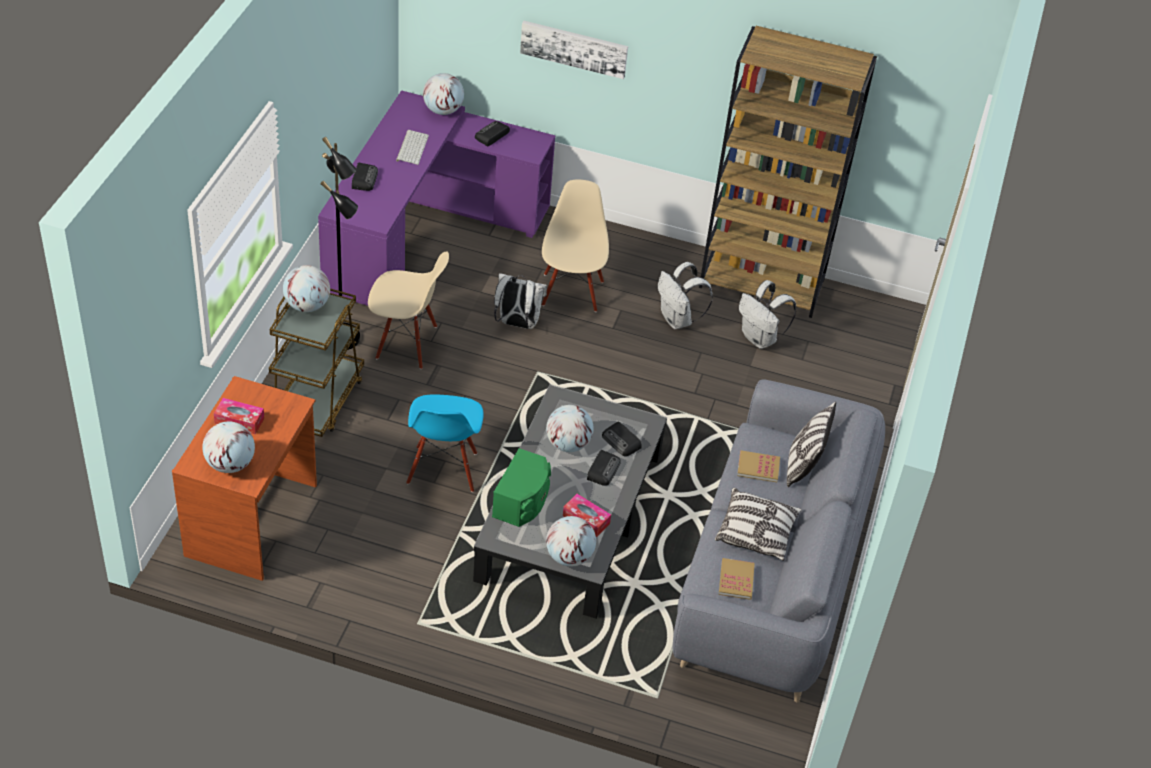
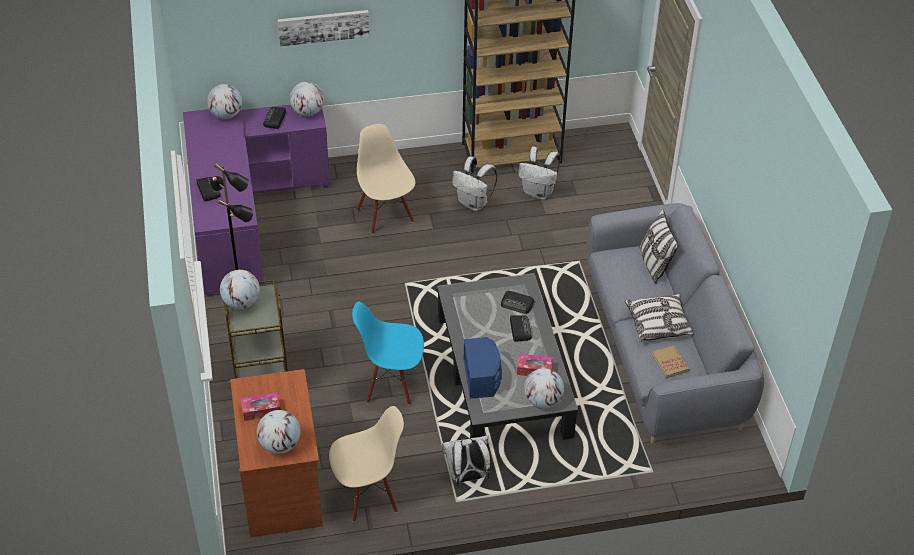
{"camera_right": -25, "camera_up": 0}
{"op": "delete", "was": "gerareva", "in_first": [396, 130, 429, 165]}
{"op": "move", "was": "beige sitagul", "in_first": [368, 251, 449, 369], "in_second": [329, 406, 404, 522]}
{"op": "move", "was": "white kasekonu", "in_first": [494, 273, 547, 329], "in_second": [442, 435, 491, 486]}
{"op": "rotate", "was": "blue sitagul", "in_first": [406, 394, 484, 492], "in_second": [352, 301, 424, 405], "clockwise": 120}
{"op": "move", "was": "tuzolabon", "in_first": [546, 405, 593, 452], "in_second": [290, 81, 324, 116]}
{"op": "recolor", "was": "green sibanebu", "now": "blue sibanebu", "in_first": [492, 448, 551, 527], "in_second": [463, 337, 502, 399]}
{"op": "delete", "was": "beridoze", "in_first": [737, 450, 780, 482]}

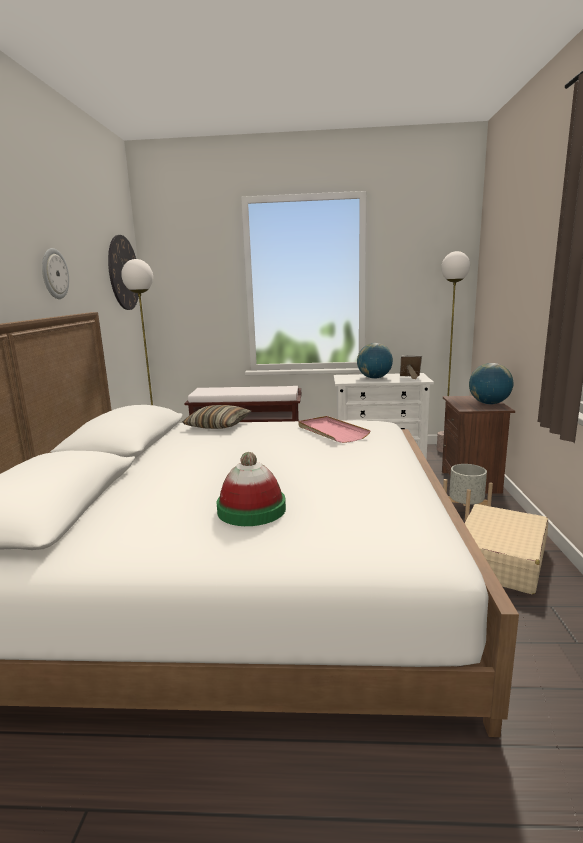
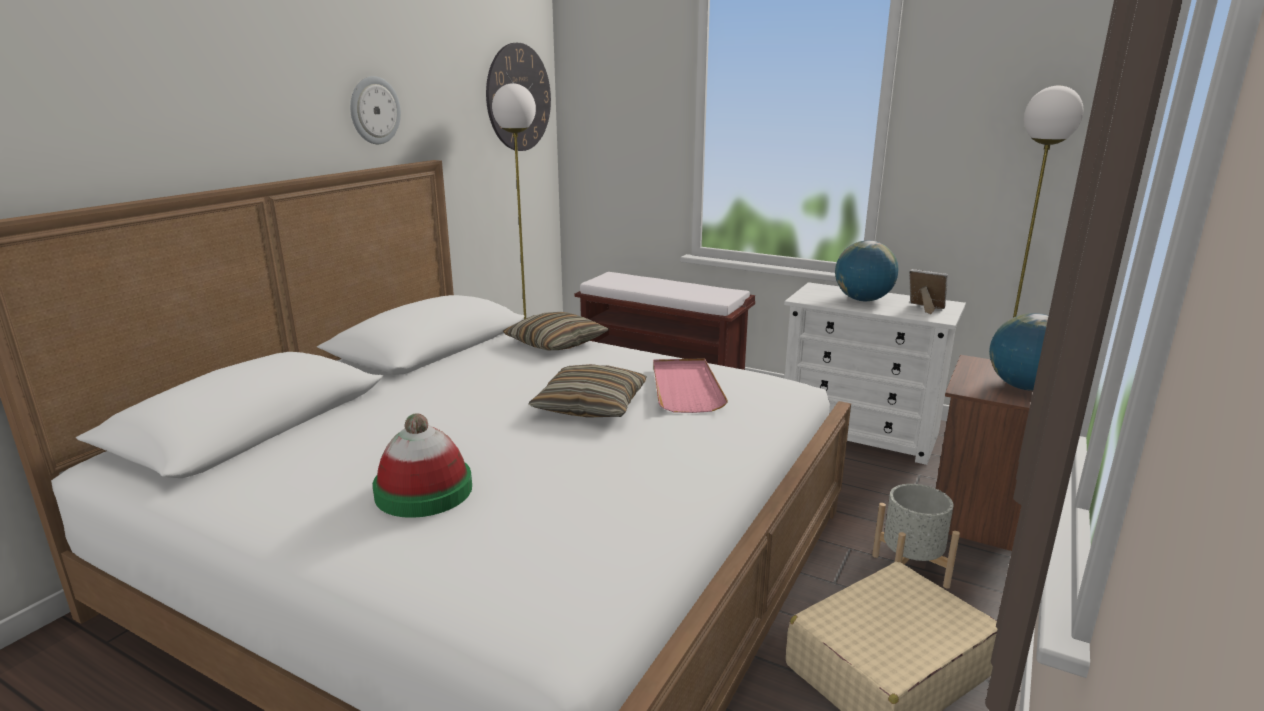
{"camera_right": 25, "camera_up": 5}
{"op": "insert", "now": "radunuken", "in_second": [529, 364, 647, 418]}

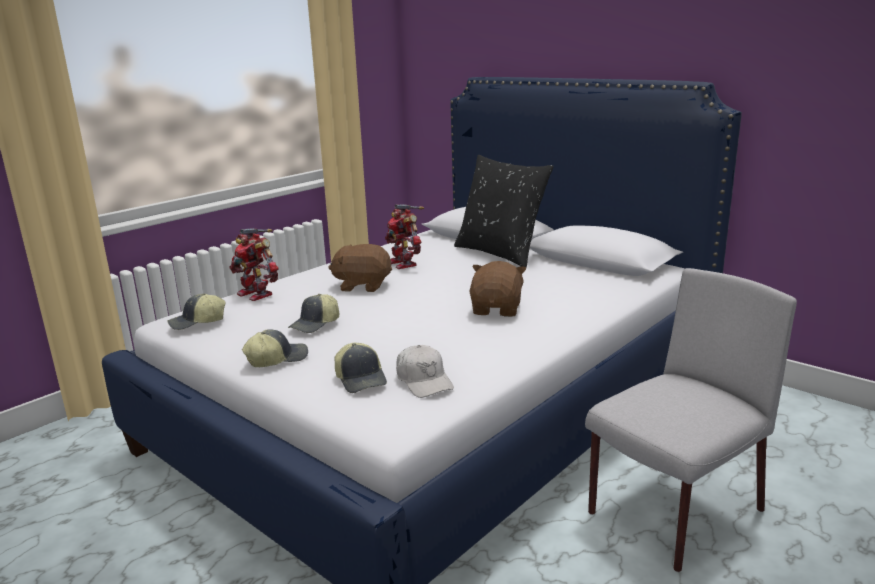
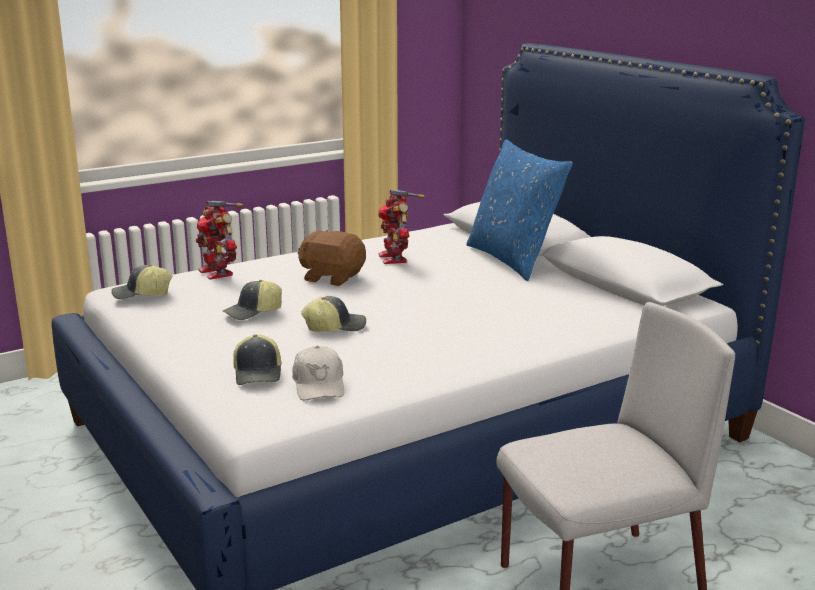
{"camera_right": 15, "camera_up": 0}
{"op": "recolor", "was": "black radunuken", "now": "blue radunuken", "in_first": [454, 155, 554, 268], "in_second": [466, 139, 573, 281]}
{"op": "delete", "was": "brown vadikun", "in_first": [469, 261, 527, 317]}
{"op": "move", "was": "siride", "in_first": [242, 329, 308, 367], "in_second": [301, 296, 366, 332]}

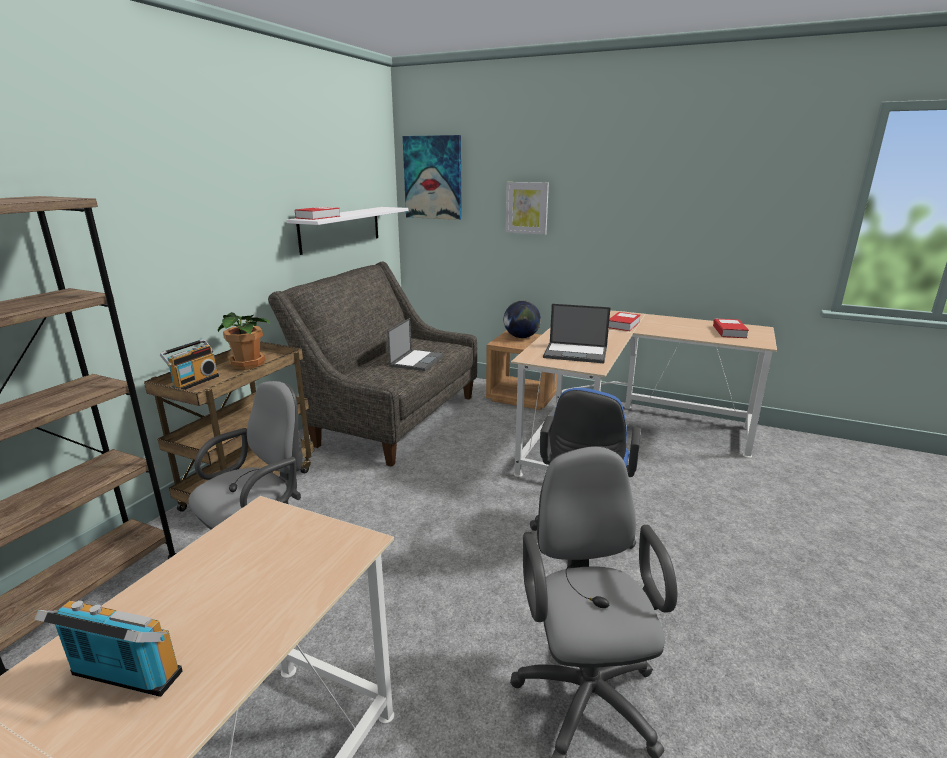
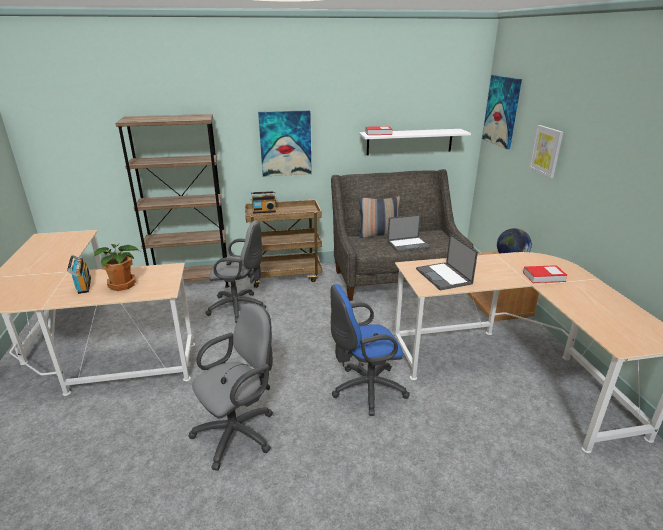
{"camera_right": 55, "camera_up": 5}
{"op": "move", "was": "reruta", "in_first": [218, 312, 270, 370], "in_second": [94, 244, 140, 291]}
{"op": "delete", "was": "beridoze", "in_first": [713, 319, 749, 338]}
{"op": "insert", "now": "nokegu", "in_second": [258, 110, 312, 177]}
{"op": "insert", "now": "radunuken", "in_second": [359, 196, 400, 238]}

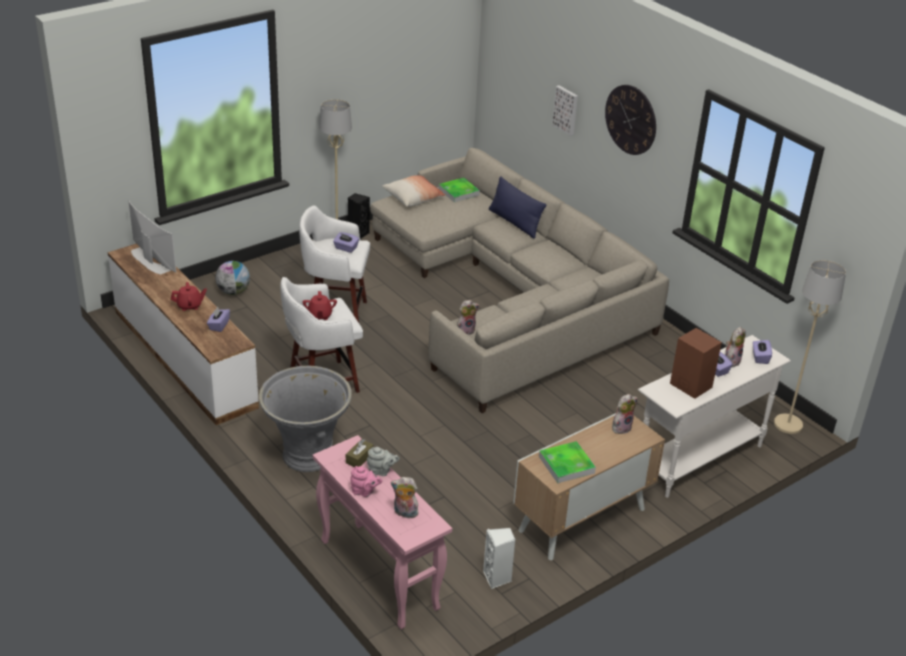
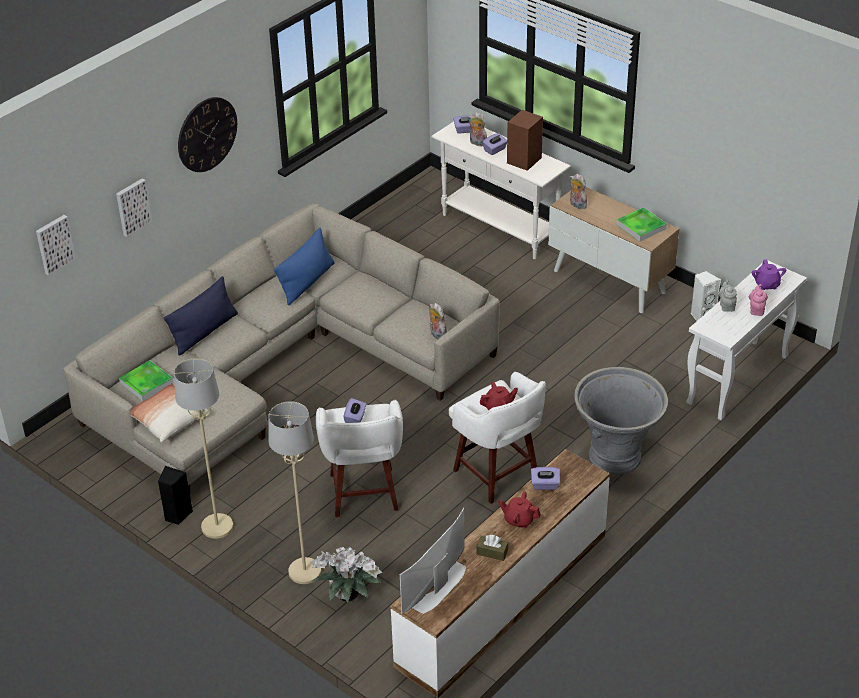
{"camera_right": -100, "camera_up": 5}
{"op": "move", "was": "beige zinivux", "in_first": [774, 260, 846, 434], "in_second": [268, 401, 321, 584]}
{"op": "replace", "was": "tuzolabon", "now": "reruta", "in_first": [215, 261, 250, 295], "in_second": [311, 547, 382, 603]}
{"op": "rotate", "was": "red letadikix", "in_first": [171, 282, 207, 311], "in_second": [498, 491, 541, 528], "clockwise": -45}
{"op": "recolor", "was": "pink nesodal", "now": "white nesodal", "in_first": [313, 435, 452, 629], "in_second": [686, 260, 807, 420]}
{"op": "move", "was": "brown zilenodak", "in_first": [346, 439, 374, 467], "in_second": [476, 535, 508, 561]}
{"op": "replace", "was": "vadikun", "now": "purple letadikix", "in_first": [391, 477, 419, 518], "in_second": [752, 260, 786, 290]}
{"op": "insert", "now": "nokegu", "in_second": [36, 215, 76, 276]}
{"op": "insert", "now": "blue radunuken", "in_second": [274, 228, 335, 306]}

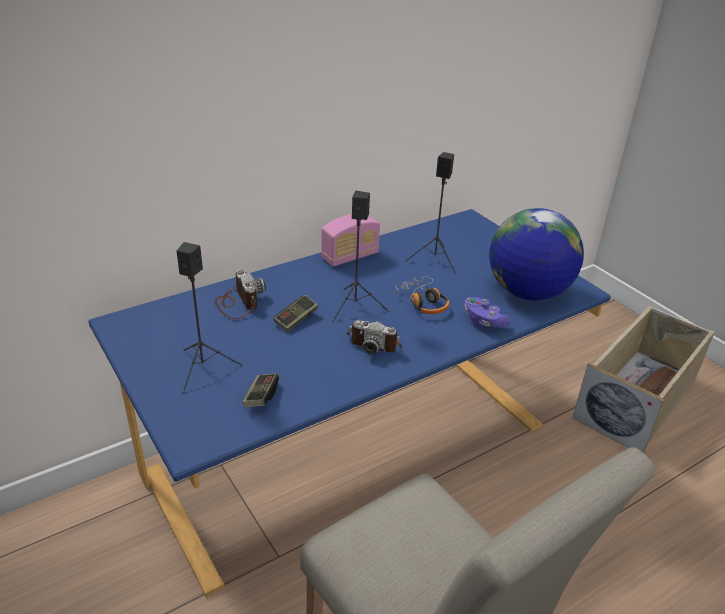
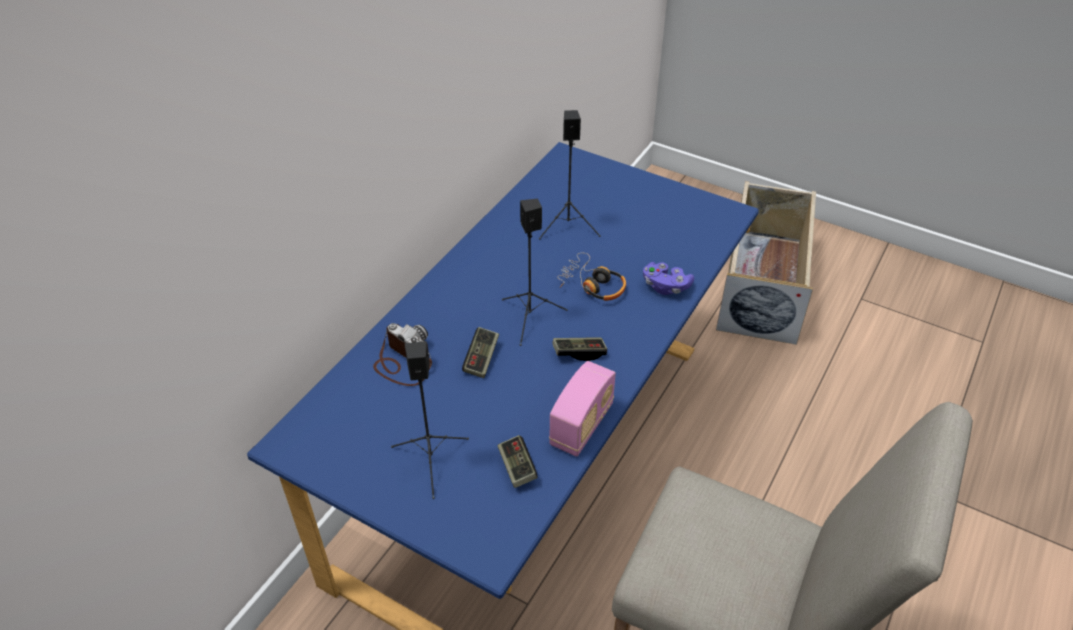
{"camera_right": -25, "camera_up": 10}
{"op": "delete", "was": "tuzolabon", "in_first": [489, 208, 584, 300]}
{"op": "move", "was": "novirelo", "in_first": [321, 214, 380, 267], "in_second": [549, 361, 616, 456]}
{"op": "replace", "was": "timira", "now": "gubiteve", "in_first": [346, 320, 402, 354], "in_second": [552, 337, 607, 361]}

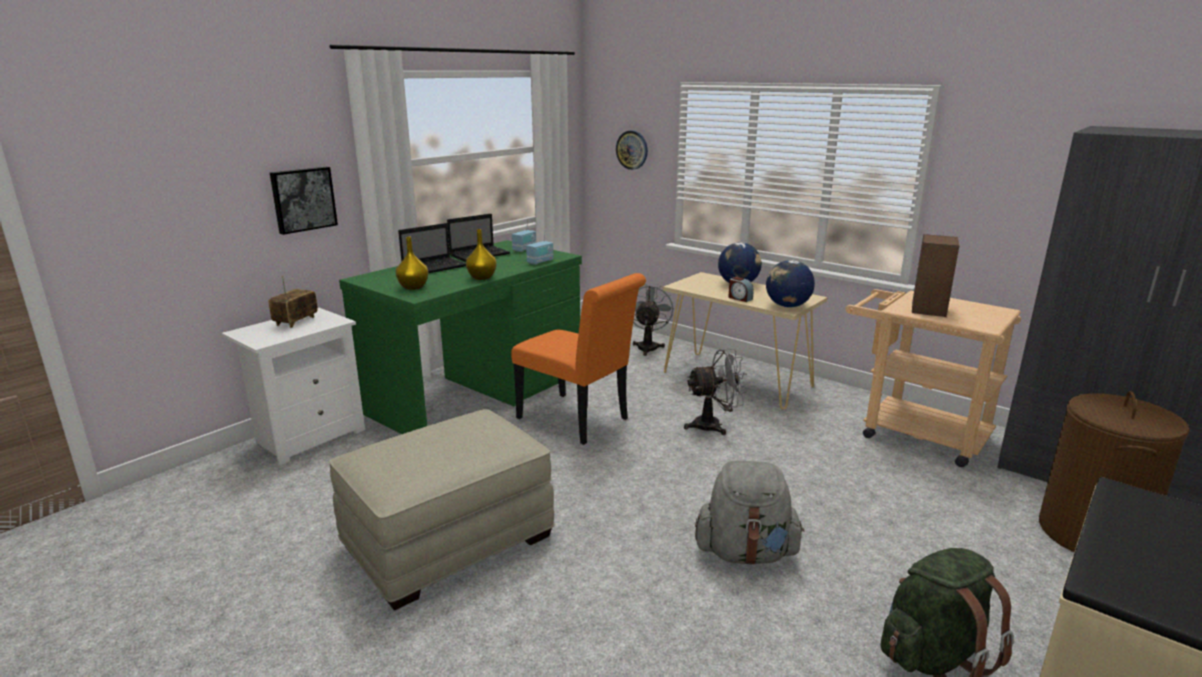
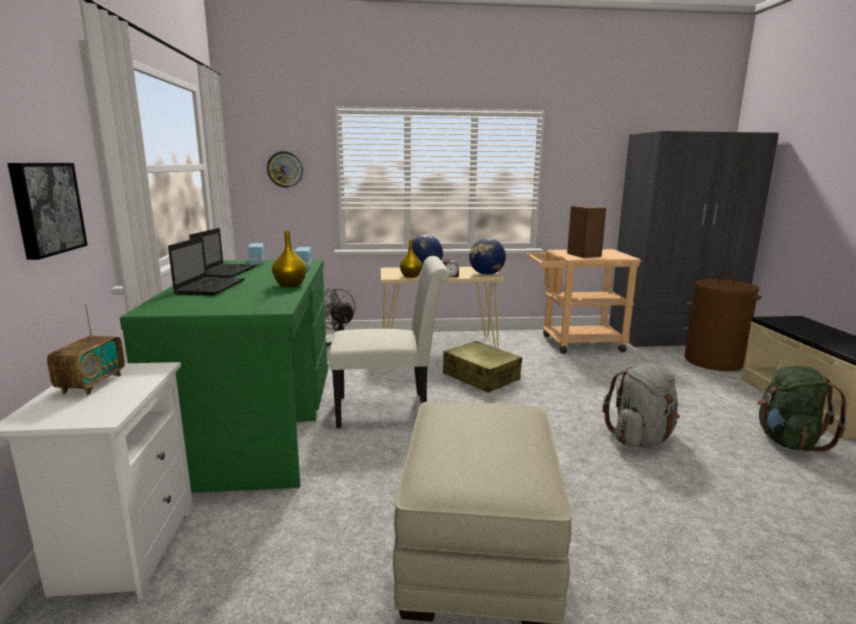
{"camera_right": -45, "camera_up": -5}
{"op": "move", "was": "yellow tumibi", "in_first": [396, 237, 428, 290], "in_second": [400, 240, 422, 278]}
{"op": "recolor", "was": "orange sitagul", "now": "white sitagul", "in_first": [511, 273, 646, 445], "in_second": [329, 256, 450, 428]}
{"op": "rotate", "was": "novirelo", "in_first": [269, 276, 318, 328], "in_second": [47, 304, 125, 395], "clockwise": -150}
{"op": "replace", "was": "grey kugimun", "now": "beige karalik", "in_first": [684, 349, 747, 435], "in_second": [443, 341, 522, 393]}

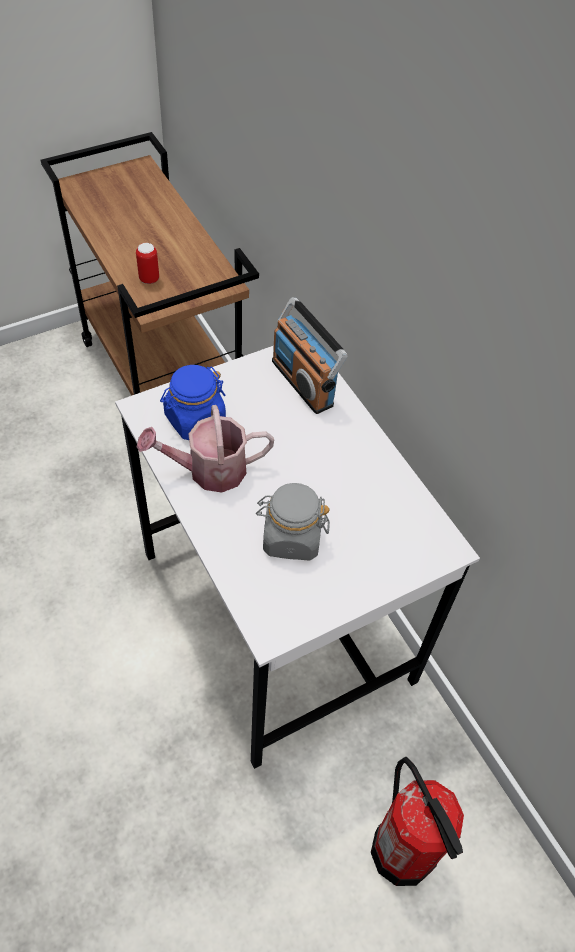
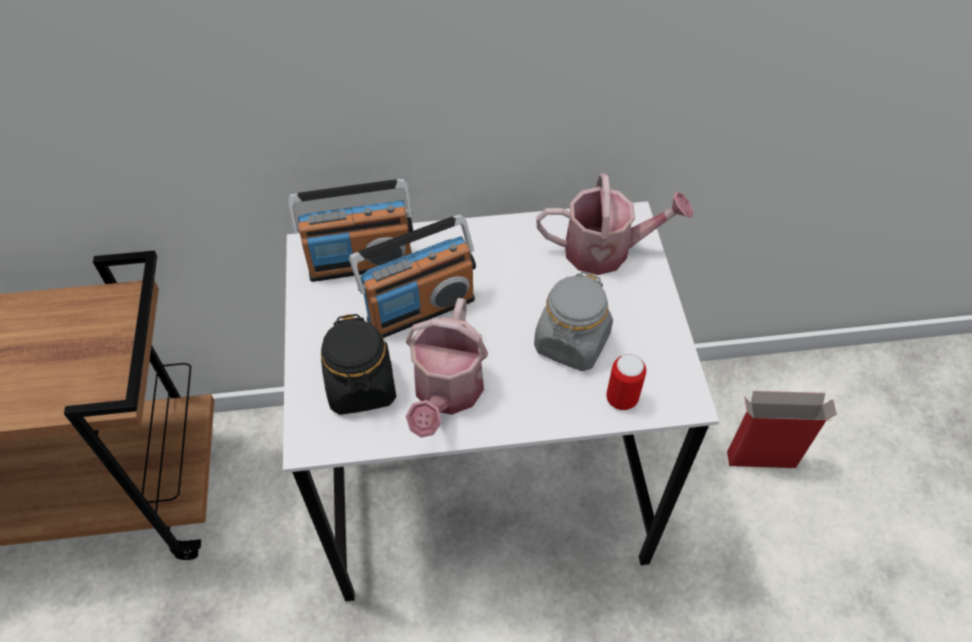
{"camera_right": -65, "camera_up": 0}
{"op": "move", "was": "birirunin", "in_first": [136, 243, 159, 284], "in_second": [606, 354, 646, 410]}
{"op": "recolor", "was": "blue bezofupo", "now": "black bezofupo", "in_first": [160, 365, 226, 440], "in_second": [321, 314, 396, 415]}
{"op": "replace", "was": "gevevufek", "now": "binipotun", "in_first": [371, 757, 464, 886], "in_second": [727, 391, 837, 468]}
{"op": "insert", "now": "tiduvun", "in_second": [536, 173, 693, 275]}
{"op": "insert", "now": "novirelo", "in_second": [349, 214, 476, 338]}

